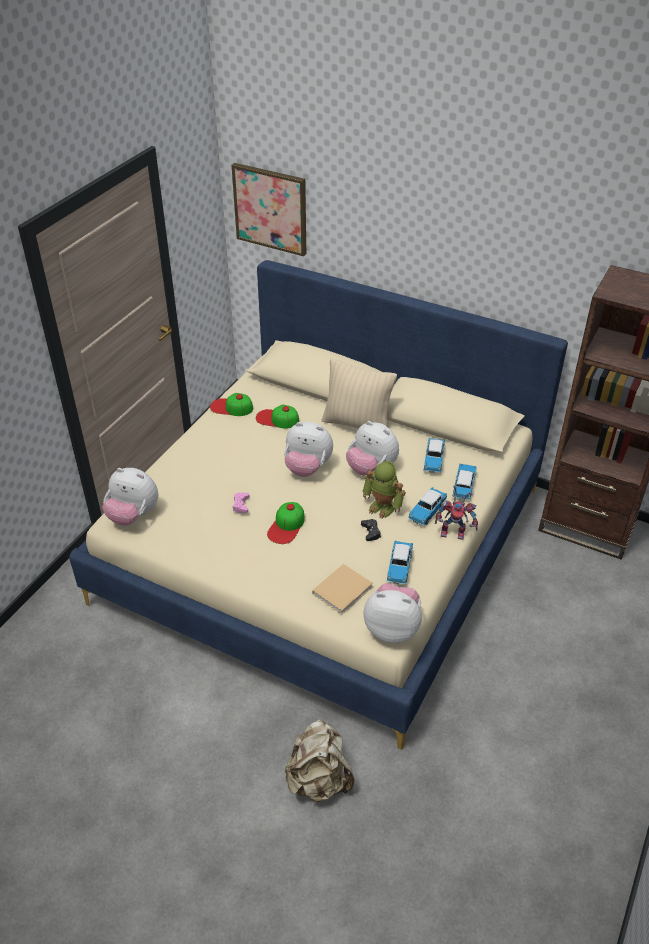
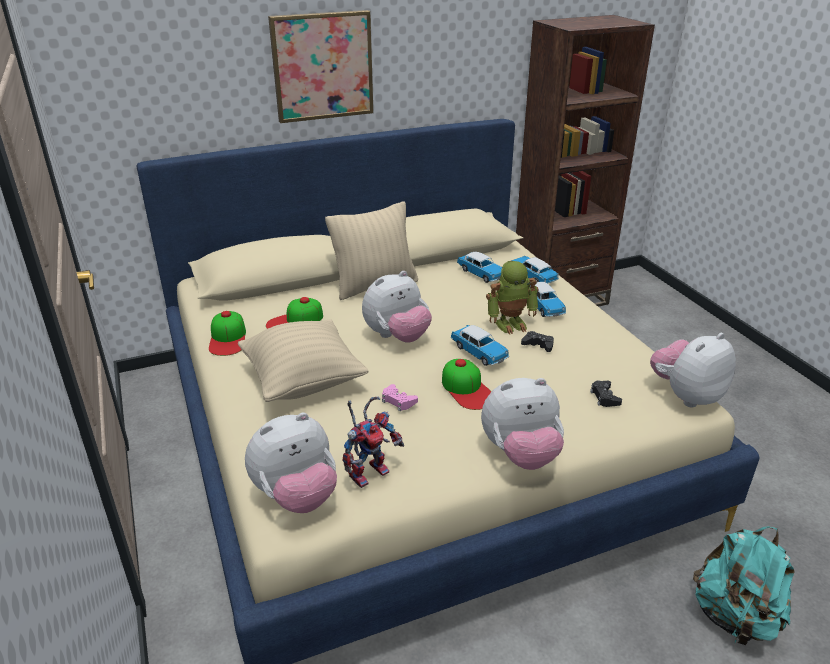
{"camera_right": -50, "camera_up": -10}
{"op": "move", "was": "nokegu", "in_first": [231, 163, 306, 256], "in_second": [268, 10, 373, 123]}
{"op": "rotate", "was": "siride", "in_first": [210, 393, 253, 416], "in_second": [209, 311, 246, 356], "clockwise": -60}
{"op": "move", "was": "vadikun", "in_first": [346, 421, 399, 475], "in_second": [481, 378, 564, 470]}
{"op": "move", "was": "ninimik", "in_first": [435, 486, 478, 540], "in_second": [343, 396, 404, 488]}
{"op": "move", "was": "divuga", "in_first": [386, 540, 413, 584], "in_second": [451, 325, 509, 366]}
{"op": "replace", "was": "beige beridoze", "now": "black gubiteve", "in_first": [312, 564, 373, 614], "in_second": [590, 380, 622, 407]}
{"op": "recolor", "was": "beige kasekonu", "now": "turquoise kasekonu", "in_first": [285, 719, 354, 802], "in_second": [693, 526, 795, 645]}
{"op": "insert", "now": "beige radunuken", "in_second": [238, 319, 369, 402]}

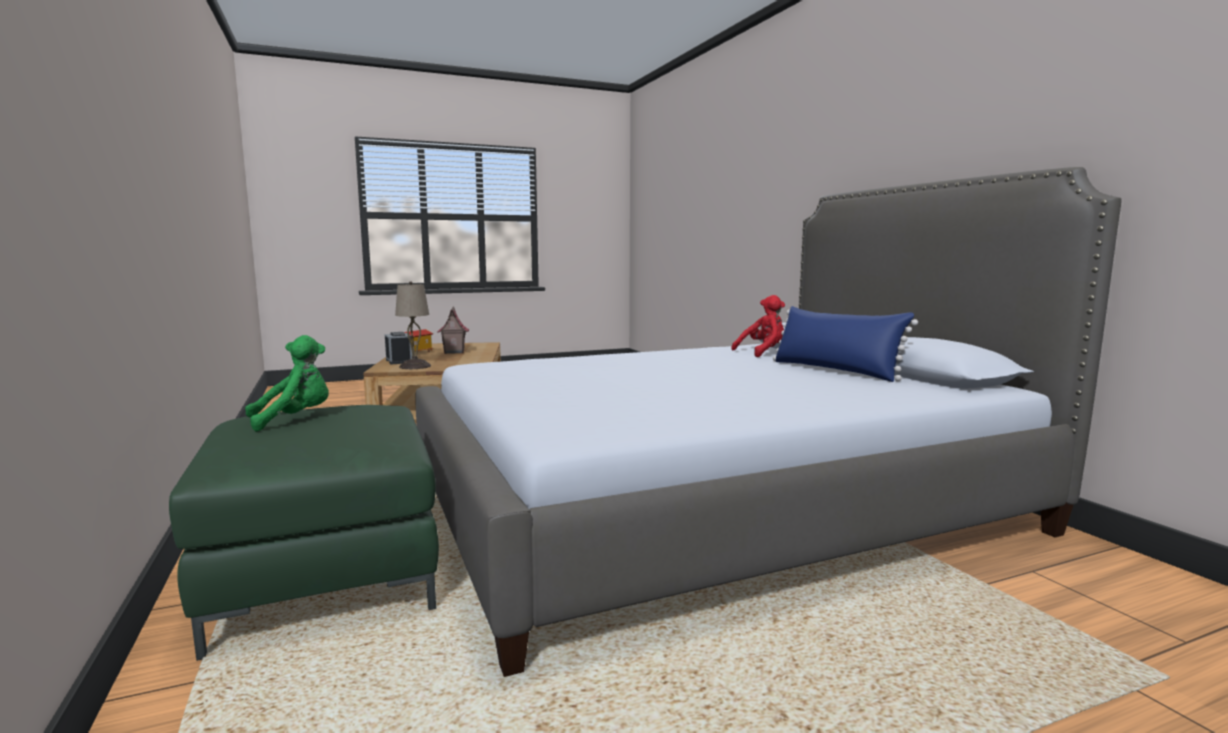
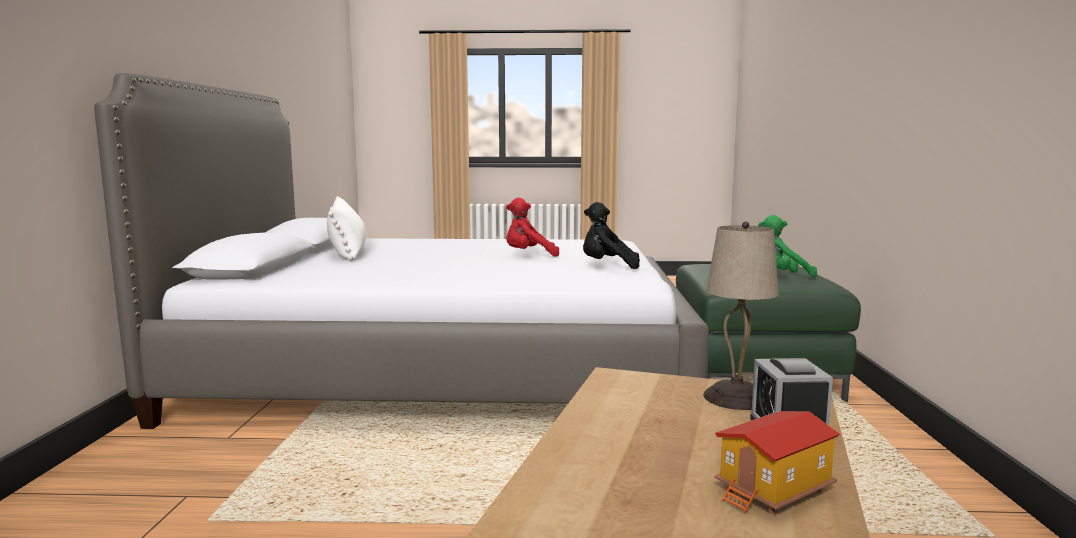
{"camera_right": -155, "camera_up": 0}
{"op": "move", "was": "red vadikun", "in_first": [731, 295, 785, 357], "in_second": [506, 197, 559, 257]}
{"op": "delete", "was": "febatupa", "in_first": [437, 306, 470, 354]}
{"op": "recolor", "was": "blue radunuken", "now": "white radunuken", "in_first": [773, 306, 918, 382], "in_second": [327, 196, 366, 261]}
{"op": "insert", "now": "black vadikun", "in_second": [583, 202, 640, 269]}

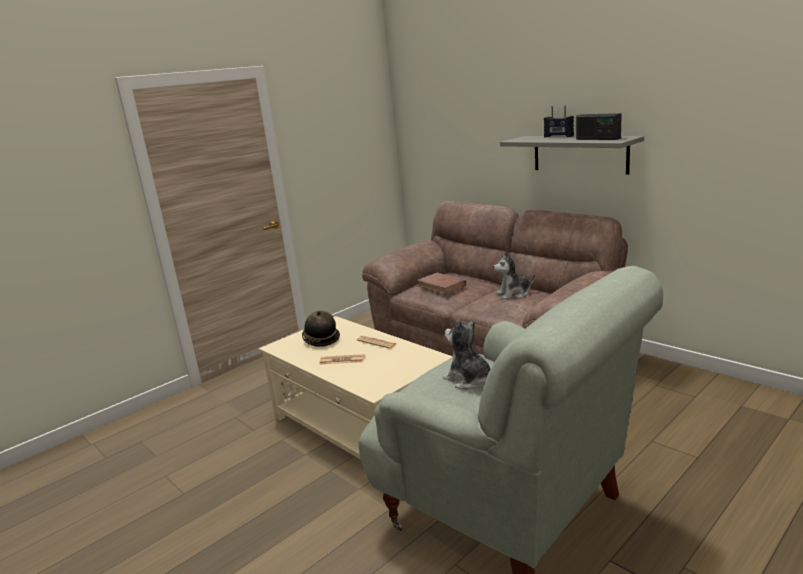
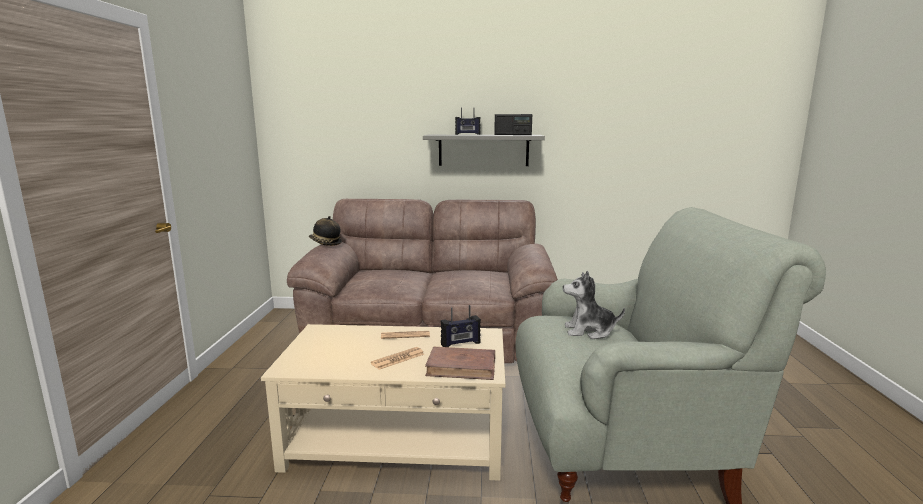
{"camera_right": -45, "camera_up": -5}
{"op": "delete", "was": "vadikun", "in_first": [493, 253, 535, 299]}
{"op": "move", "was": "brown beridoze", "in_first": [417, 273, 466, 295], "in_second": [425, 347, 495, 380]}
{"op": "move", "was": "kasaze", "in_first": [302, 311, 340, 347], "in_second": [309, 216, 342, 246]}
{"op": "insert", "now": "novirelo", "in_second": [441, 305, 481, 347]}

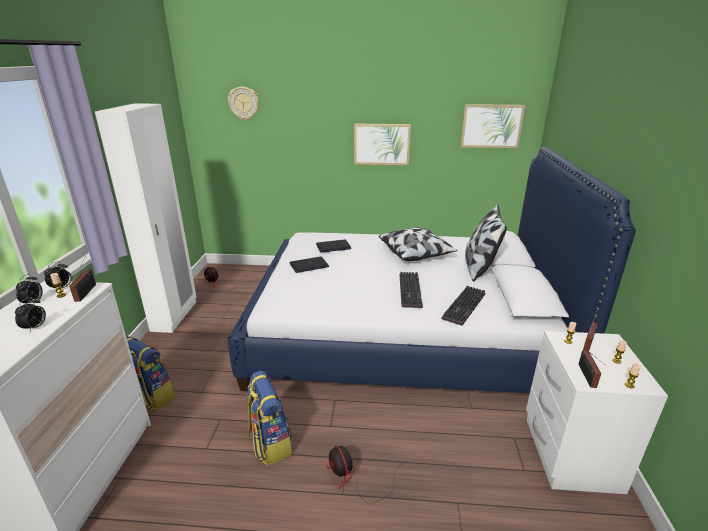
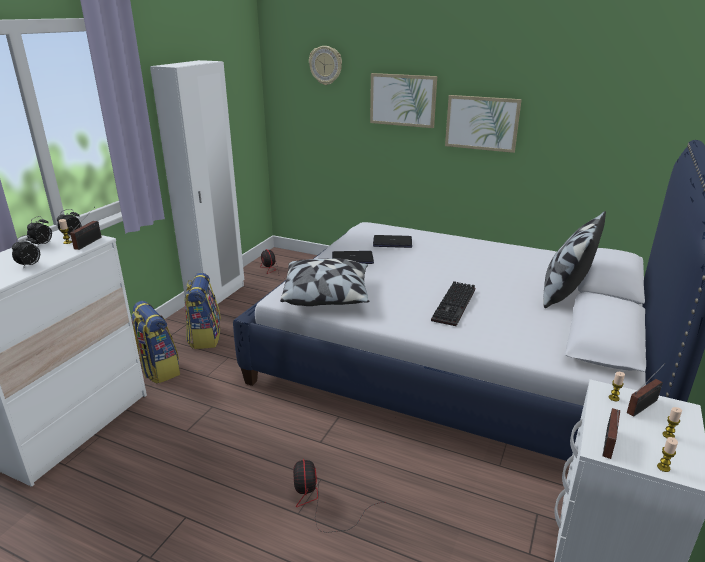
{"camera_right": 20, "camera_up": 0}
{"op": "move", "was": "nokegu", "in_first": [460, 104, 525, 148], "in_second": [370, 73, 437, 128]}
{"op": "move", "was": "radunuken", "in_first": [379, 227, 458, 261], "in_second": [280, 258, 369, 306]}
{"op": "delete", "was": "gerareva", "in_first": [441, 286, 485, 325]}
{"op": "move", "was": "kasekonu", "in_first": [247, 371, 292, 465], "in_second": [184, 273, 221, 349]}

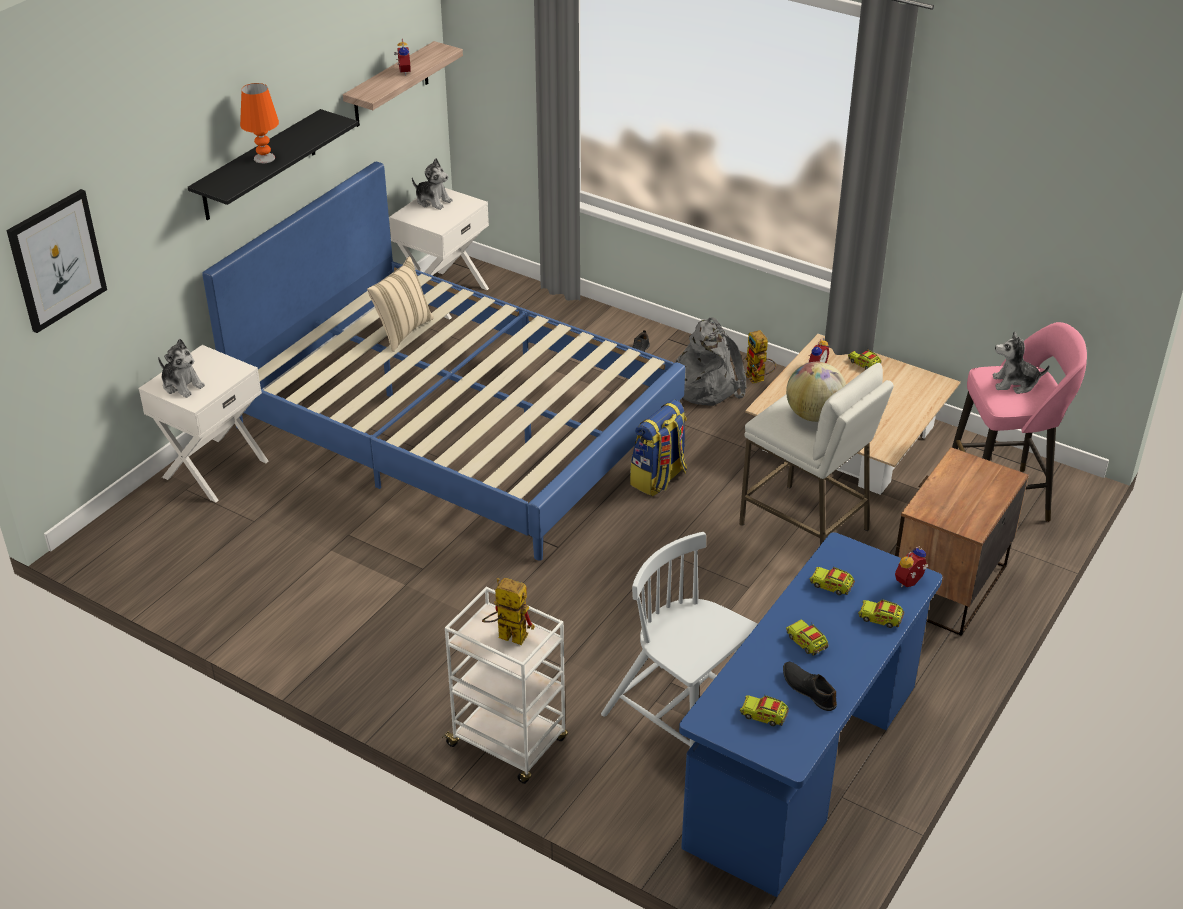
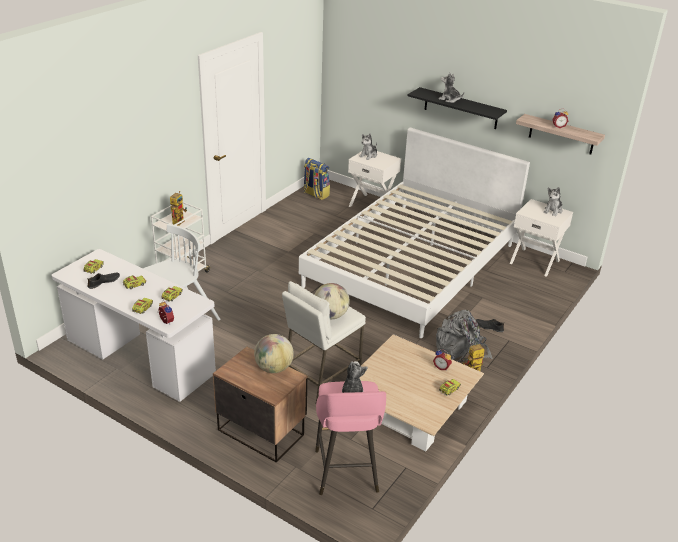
{"camera_right": 90, "camera_up": -5}
{"op": "replace", "was": "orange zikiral", "now": "vadikun", "in_first": [240, 83, 279, 164], "in_second": [439, 73, 464, 103]}
{"op": "recolor", "was": "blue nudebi", "now": "white nudebi", "in_first": [202, 162, 685, 561], "in_second": [299, 127, 530, 338]}
{"op": "delete", "was": "nokegu", "in_first": [6, 189, 107, 333]}
{"op": "delete", "was": "beige radunuken", "in_first": [367, 256, 434, 352]}
{"op": "move", "was": "kasekonu", "in_first": [630, 400, 687, 496], "in_second": [303, 158, 330, 200]}
{"op": "recolor", "was": "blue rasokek", "now": "white rasokek", "in_first": [679, 532, 943, 897], "in_second": [51, 249, 216, 402]}
{"op": "insert", "now": "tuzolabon", "in_second": [254, 334, 294, 373]}

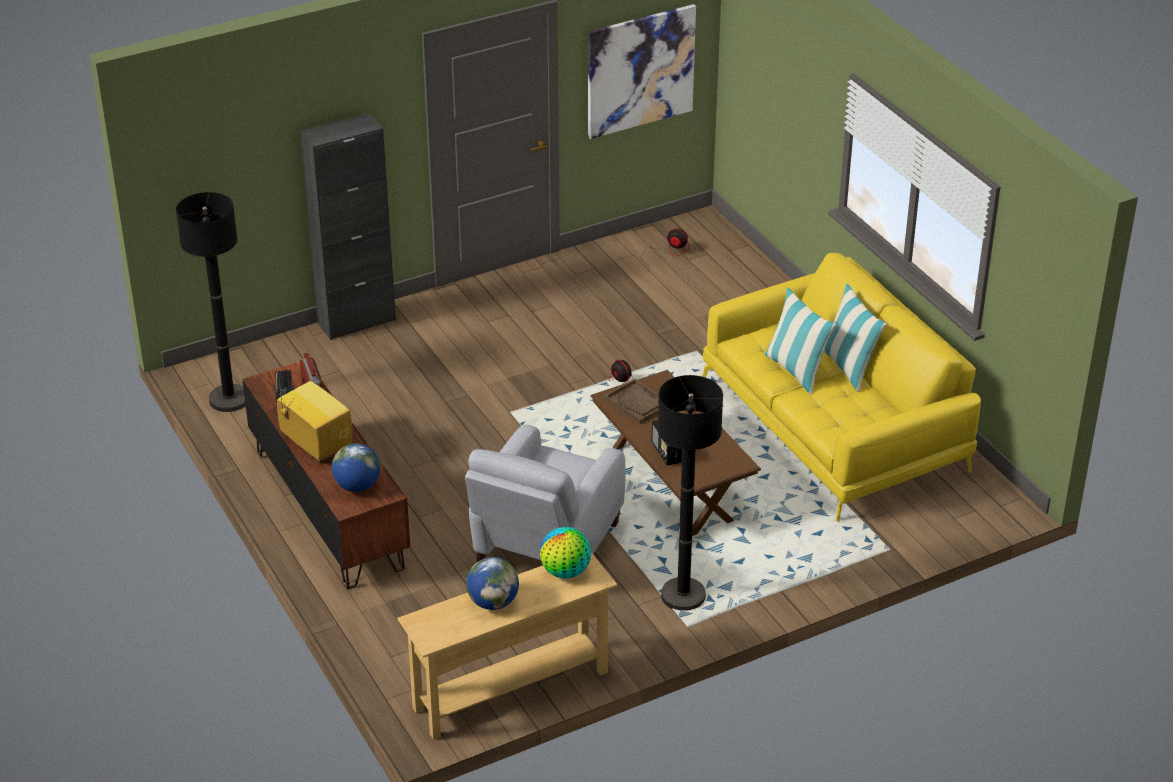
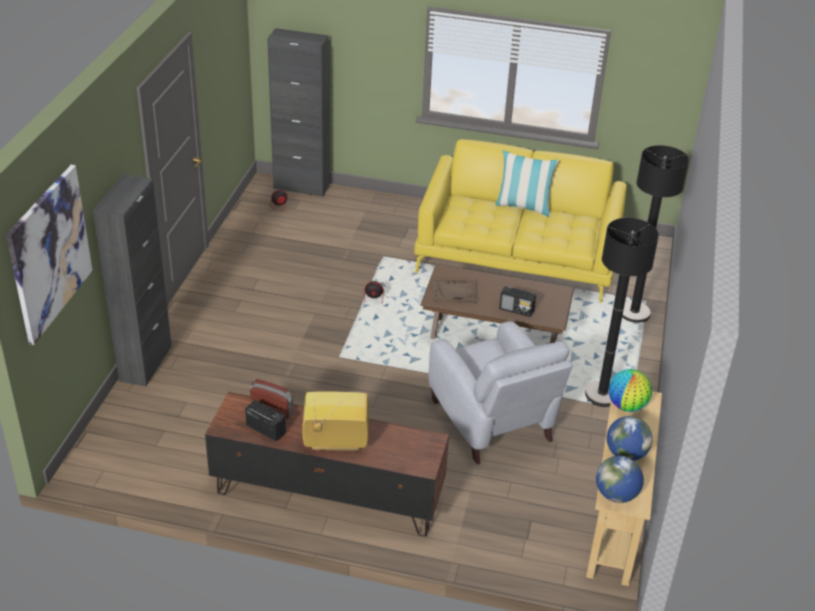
{"camera_right": -50, "camera_up": 0}
{"op": "move", "was": "nokegu", "in_first": [588, 4, 696, 139], "in_second": [6, 165, 92, 345]}
{"op": "move", "was": "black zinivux", "in_first": [176, 192, 246, 412], "in_second": [622, 145, 689, 323]}
{"op": "delete", "was": "radunuken", "in_first": [764, 288, 837, 394]}
{"op": "move", "was": "tuzolabon", "in_first": [332, 443, 381, 492], "in_second": [596, 455, 644, 503]}
{"op": "insert", "now": "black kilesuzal", "in_second": [267, 28, 330, 197]}

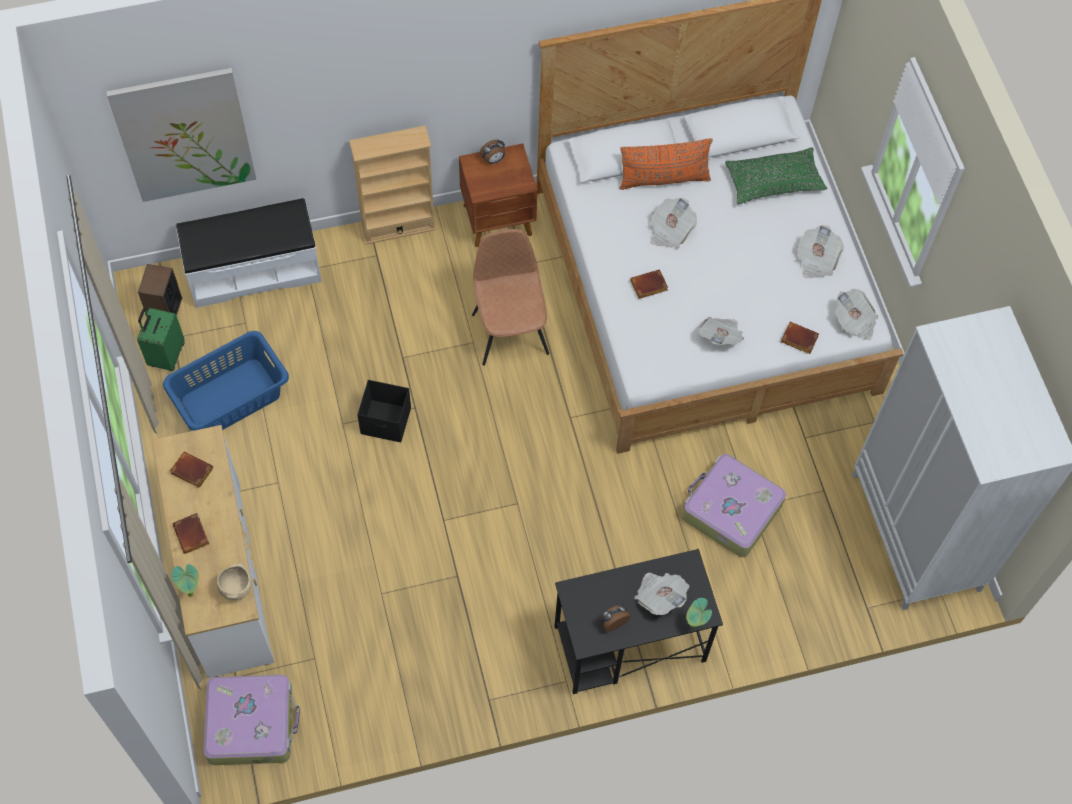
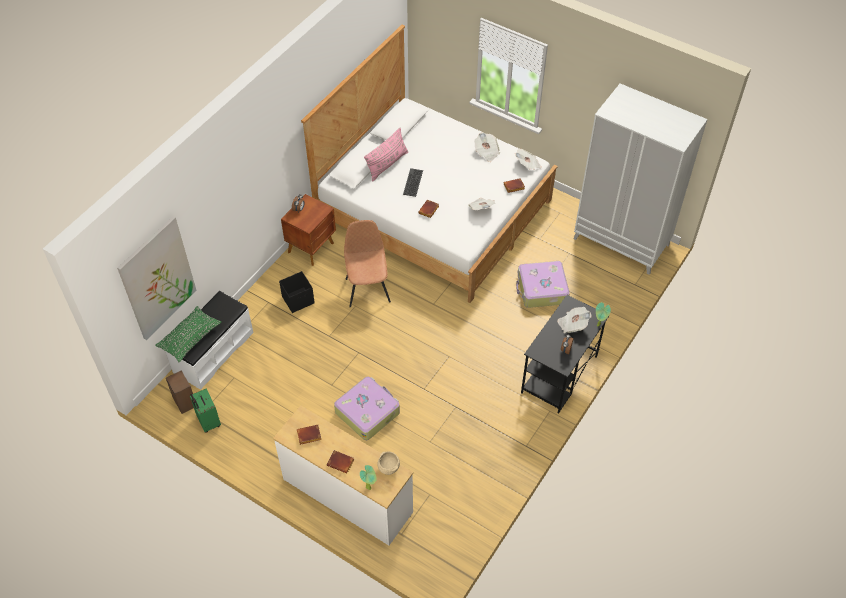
{"camera_right": -40, "camera_up": -10}
{"op": "delete", "was": "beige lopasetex", "in_first": [349, 125, 436, 245]}
{"op": "recolor", "was": "orange radunuken", "now": "pink radunuken", "in_first": [619, 138, 713, 190], "in_second": [364, 128, 409, 182]}
{"op": "move", "was": "green radunuken", "in_first": [725, 147, 827, 204], "in_second": [155, 306, 221, 362]}
{"op": "replace", "was": "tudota", "now": "gerareva", "in_first": [650, 198, 697, 249], "in_second": [403, 168, 423, 197]}
{"op": "rotate", "was": "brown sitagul", "in_first": [472, 229, 549, 366], "in_second": [344, 220, 391, 307], "clockwise": 45}
{"op": "delete", "was": "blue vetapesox", "in_first": [163, 331, 289, 431]}
{"op": "move", "was": "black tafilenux", "in_first": [357, 380, 411, 442], "in_second": [279, 271, 315, 313]}
{"op": "move", "was": "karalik", "in_first": [204, 675, 300, 765], "in_second": [334, 377, 400, 440]}

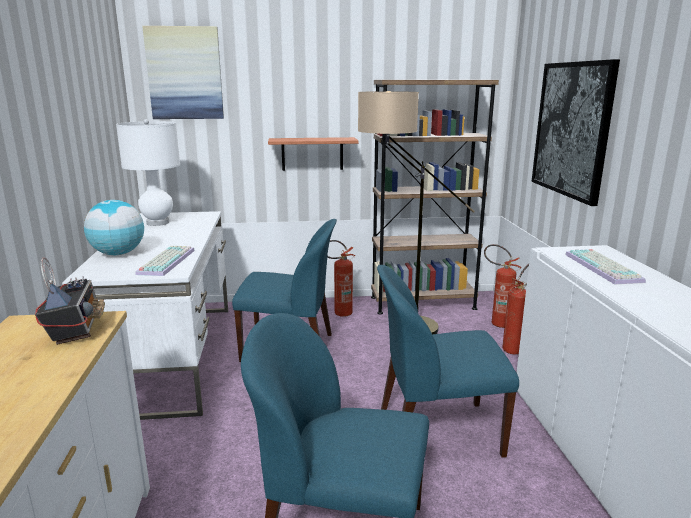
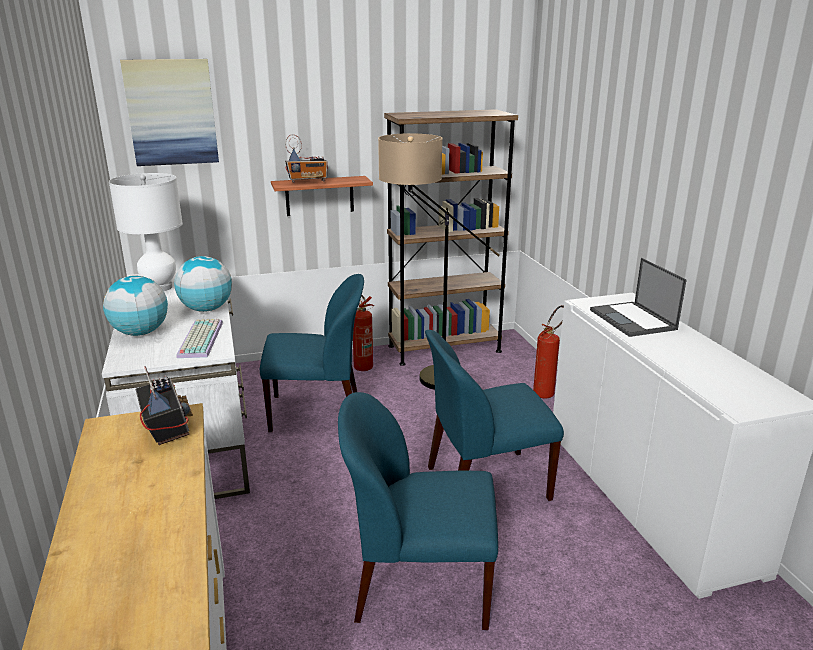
{"camera_right": -10, "camera_up": 5}
{"op": "delete", "was": "nokegu", "in_first": [531, 59, 620, 206]}
{"op": "delete", "was": "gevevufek", "in_first": [484, 244, 521, 328]}
{"op": "replace", "was": "gerareva", "now": "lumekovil", "in_first": [565, 249, 646, 284], "in_second": [590, 258, 686, 337]}
{"op": "insert", "now": "novirelo", "in_second": [285, 134, 328, 183]}
{"op": "insert", "now": "tuzolabon", "in_second": [174, 256, 232, 312]}

